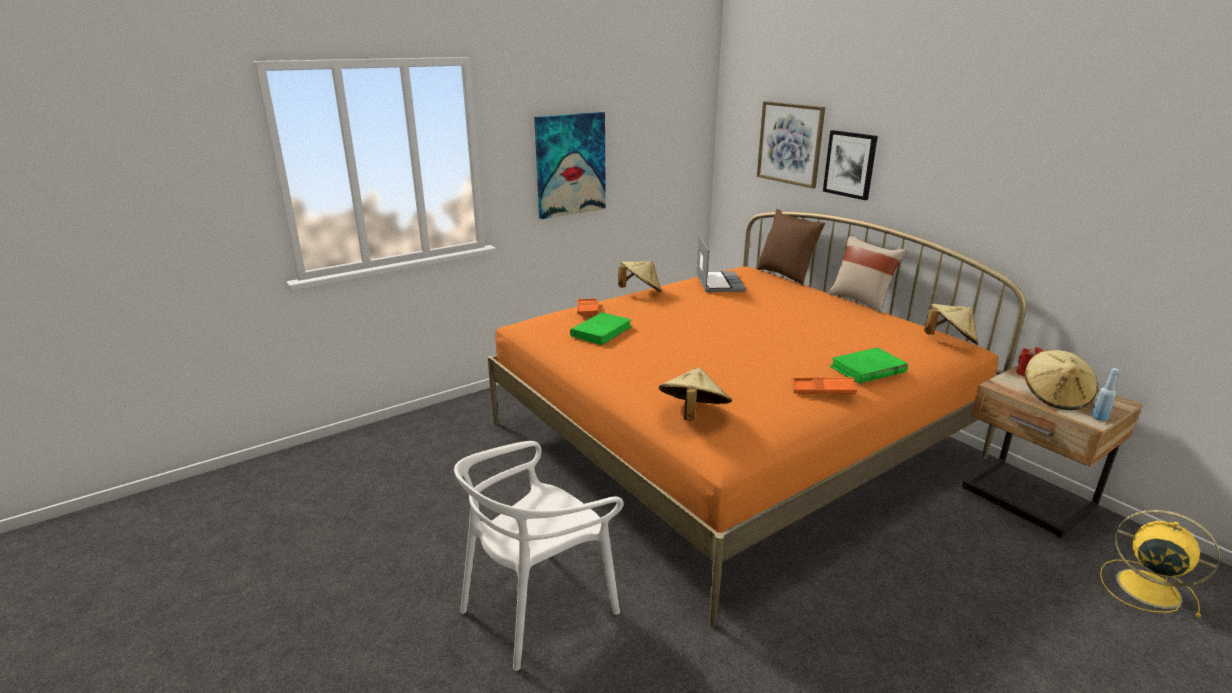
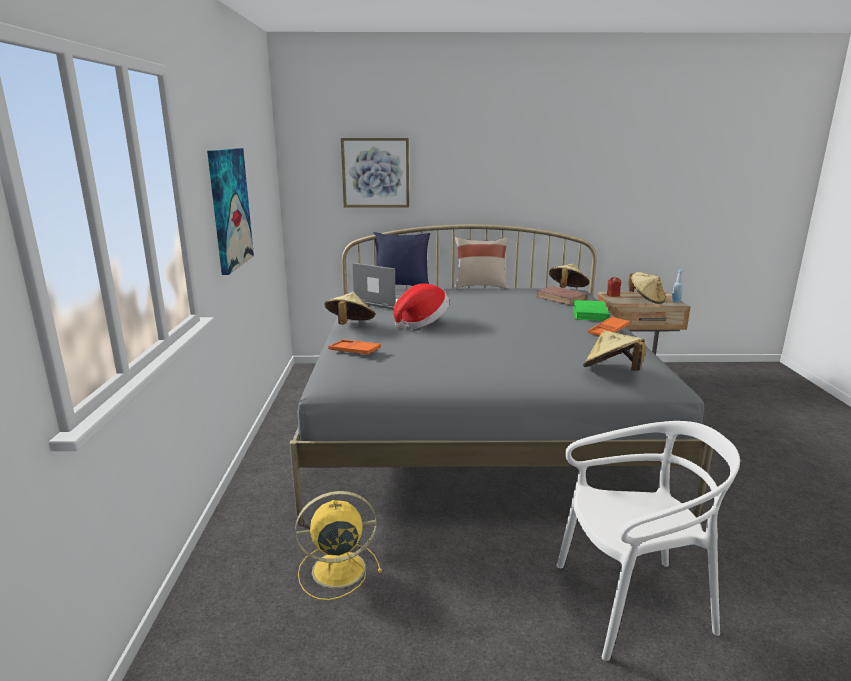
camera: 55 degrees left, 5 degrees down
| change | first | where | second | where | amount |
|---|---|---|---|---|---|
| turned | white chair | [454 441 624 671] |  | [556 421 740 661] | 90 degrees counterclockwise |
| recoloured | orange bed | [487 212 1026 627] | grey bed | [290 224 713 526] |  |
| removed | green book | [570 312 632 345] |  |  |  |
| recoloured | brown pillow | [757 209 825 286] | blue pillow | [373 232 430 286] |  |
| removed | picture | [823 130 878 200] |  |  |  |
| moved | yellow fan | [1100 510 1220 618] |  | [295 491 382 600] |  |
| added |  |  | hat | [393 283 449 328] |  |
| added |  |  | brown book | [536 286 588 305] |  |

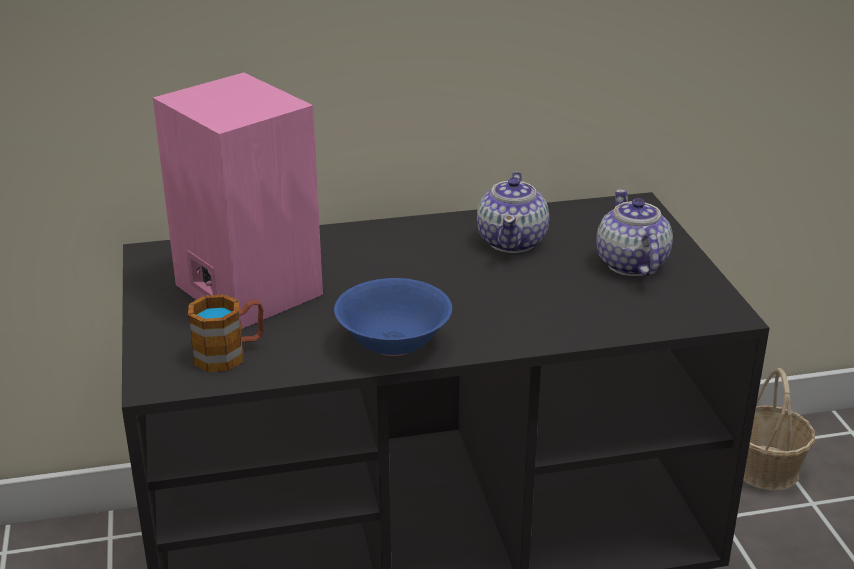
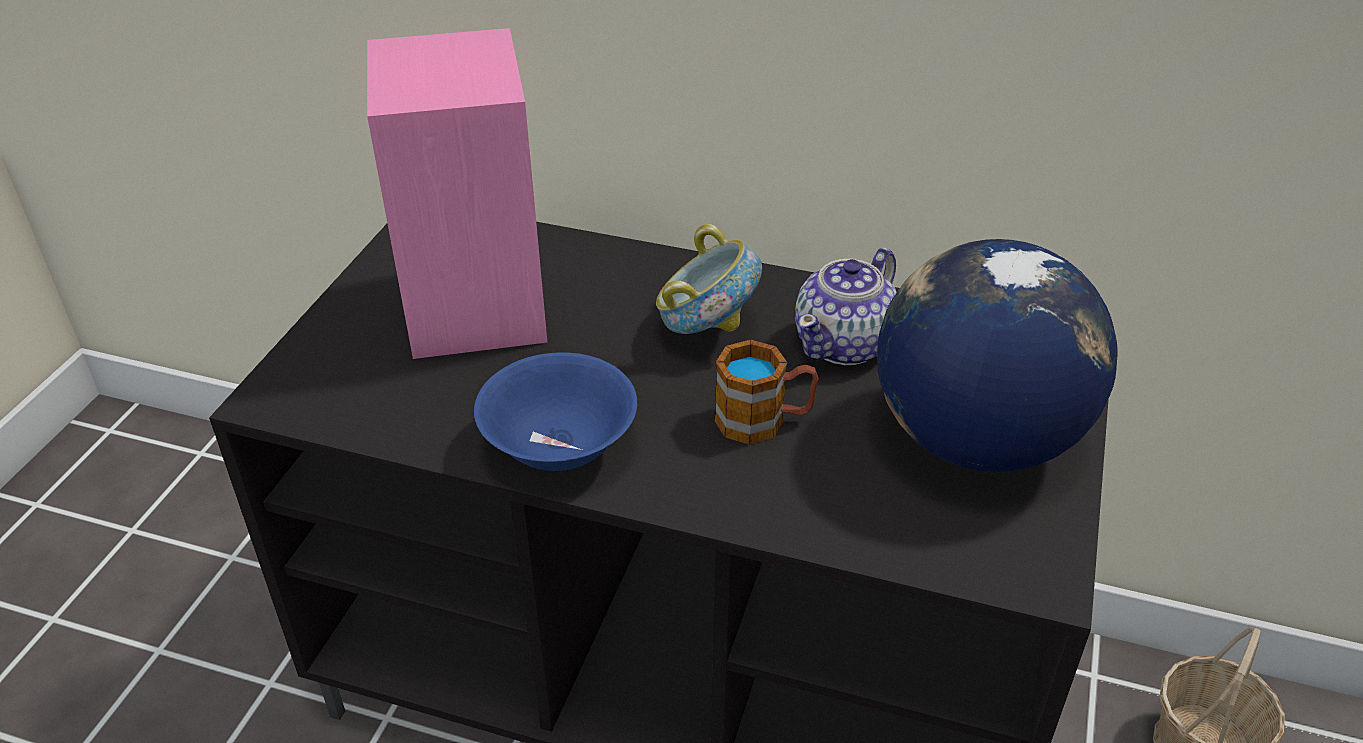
camera: 30 degrees right, 10 degrees up
| change | first | where | second | where | amount |
|---|---|---|---|---|---|
| moved | mug | [188 294 263 372] |  | [714 340 819 445] |  |
| replaced | teapot | [596 189 673 276] | globe | [877 239 1118 472] |  |
| added |  |  | bowl | [656 224 762 334] |  |

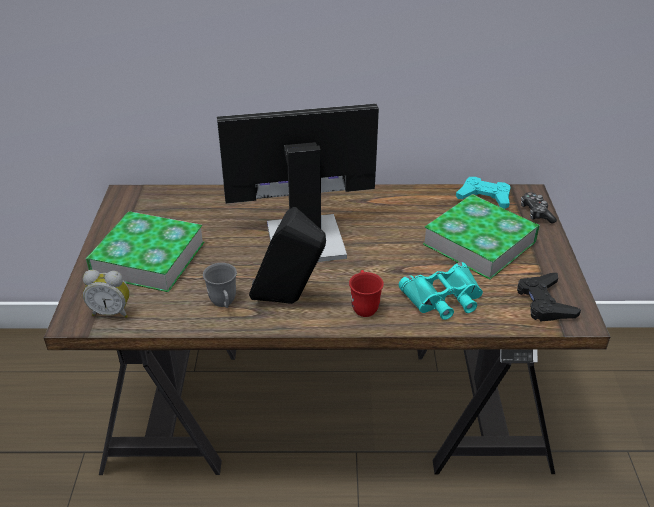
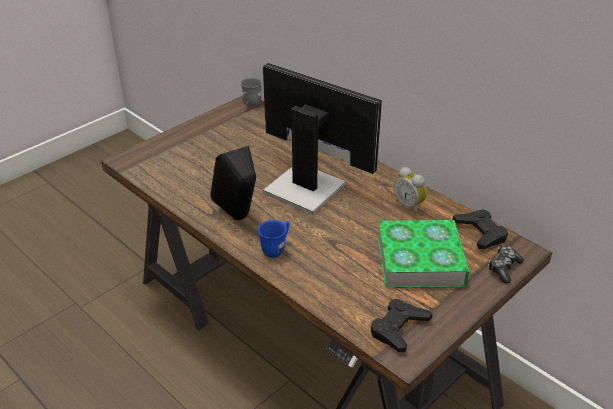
camera: 45 degrees right, 0 degrees up
| change | first | where | second | where | amount |
|---|---|---|---|---|---|
| moved | alarm clock | [83 270 130 318] |  | [394 167 427 214] |  |
| removed | book | [86 211 205 292] |  |  |  |
| moved | grey mug | [203 263 237 308] |  | [241 77 262 106] |  |
| recoloured | red mug | [349 270 384 317] | blue mug | [258 220 289 258] |  |
| removed | turquoise binoculars | [399 262 483 320] |  |  |  |
| recoloured | turquoise game controller | [456 177 511 209] | black game controller | [453 209 508 249] |  |

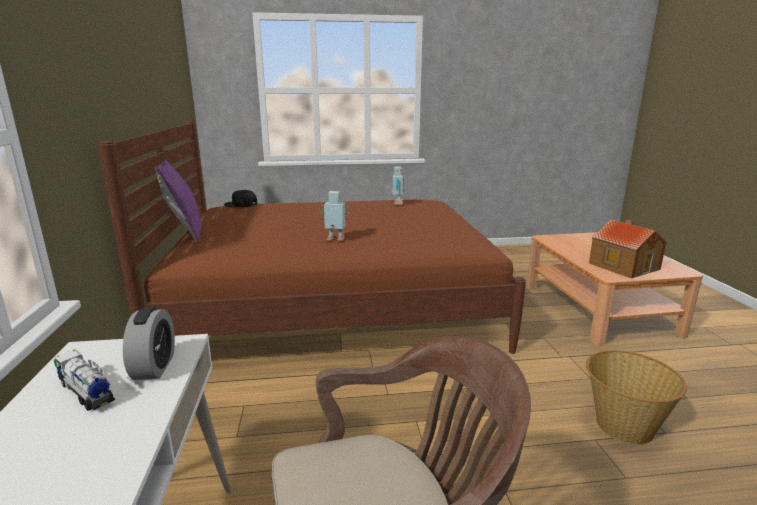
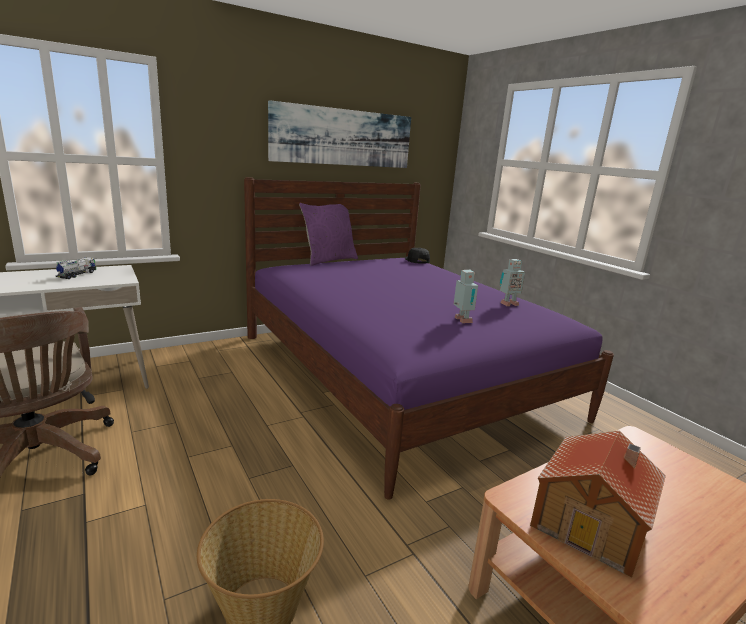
camera: 65 degrees right, 0 degrees up
| change | first | where | second | where | amount |
|---|---|---|---|---|---|
| recoloured | brown bed | [98 121 526 354] | purple bed | [244 177 614 500] |  |
| removed | alarm clock | [123 307 175 380] |  |  |  |
| moved | toy robot | [321 191 350 241] |  | [454 270 478 323] |  |
| added |  |  | picture | [268 100 411 168] |  |

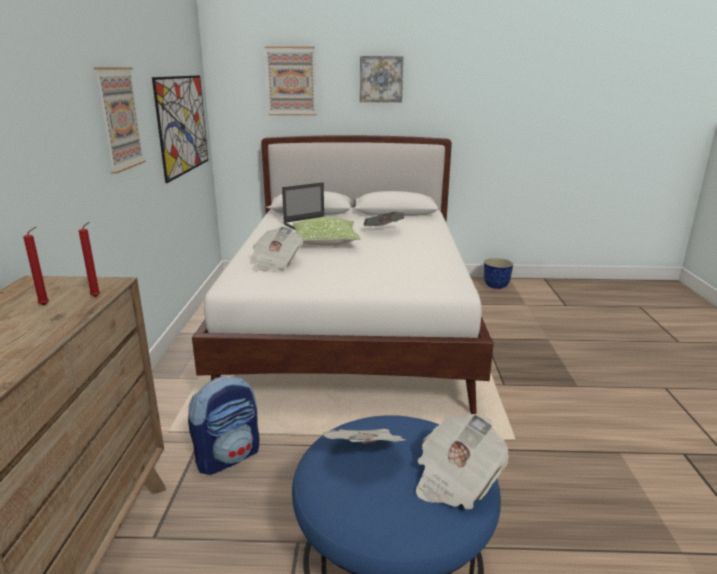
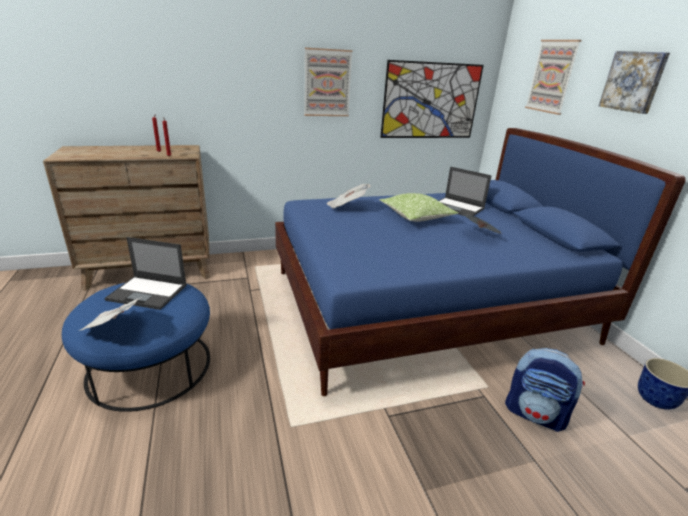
camera: 70 degrees right, 5 degrees up
| change | first | where | second | where | amount |
|---|---|---|---|---|---|
| moved | backpack | [188 376 259 475] |  | [505 348 585 432] |  |
| recoloured | white bed | [192 135 494 414] | blue bed | [275 128 686 396] |  |
| replaced | newspaper | [322 429 406 444] | laptop | [104 237 187 310] |  |

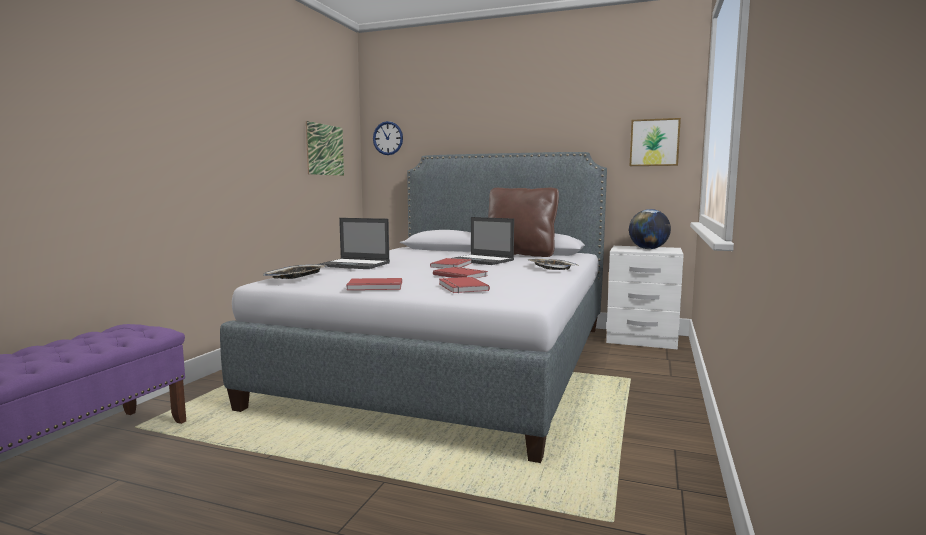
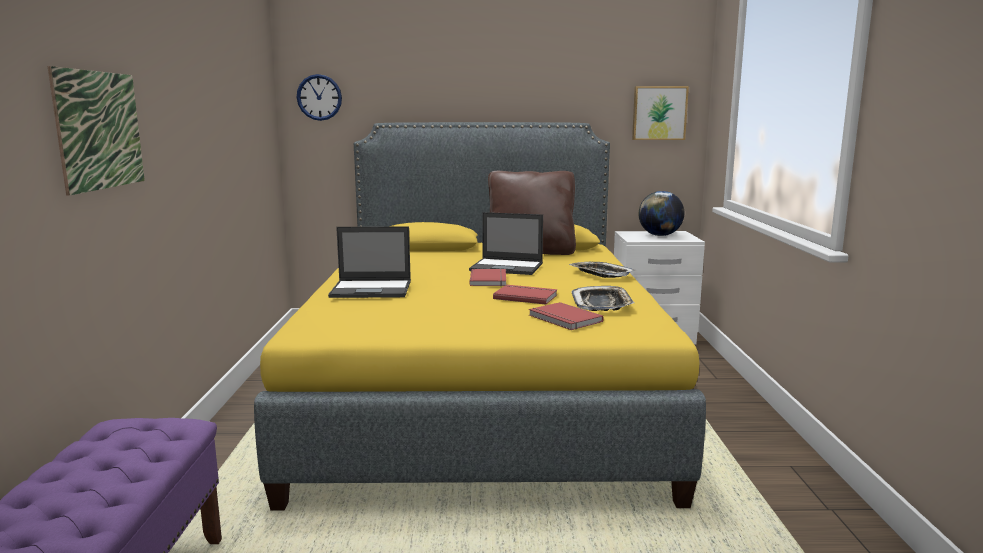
camera: 20 degrees left, 5 degrees up
| change | first | where | second | where | amount |
|---|---|---|---|---|---|
| recoloured | grey bed | [220 152 607 463] | yellow bed | [254 122 706 511] |  |
| moved | tray | [263 264 328 279] |  | [572 286 634 311] |  |
| moved | picture | [306 121 344 176] |  | [47 66 145 196] |  |
| removed | red book | [347 278 402 290] |  |  |  |

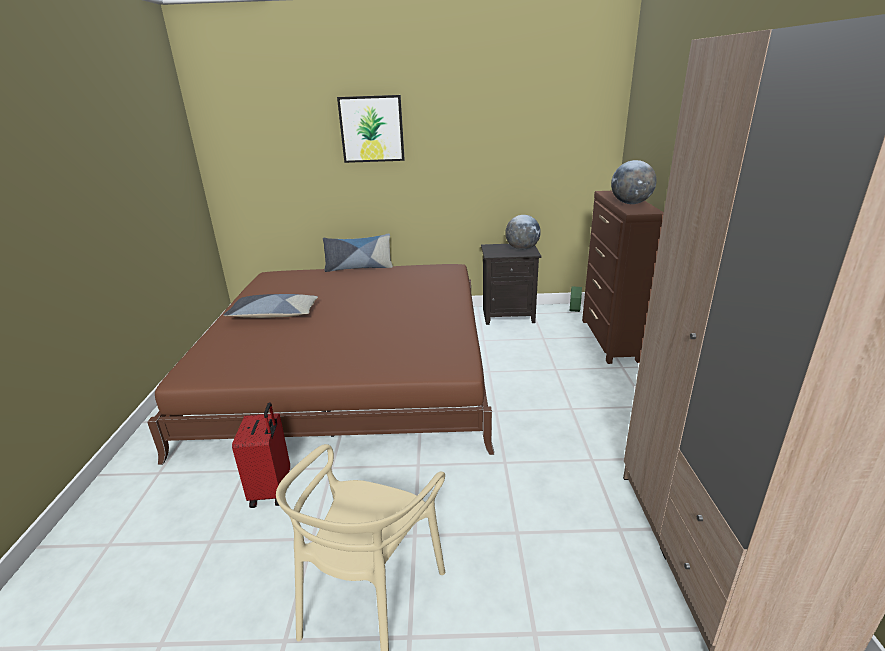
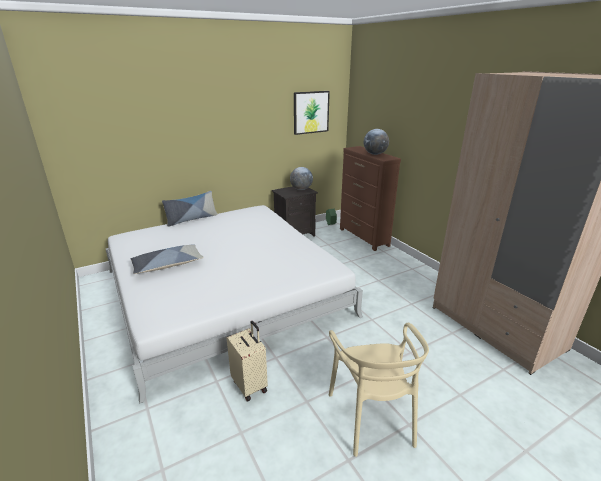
camera: 30 degrees left, 0 degrees up
| change | first | where | second | where | amount |
|---|---|---|---|---|---|
| recoloured | brown bed | [147 264 494 465] | white bed | [106 205 363 403] |  |
| recoloured | red suitcase | [232 402 290 508] | beige suitcase | [227 321 268 401] |  |
| moved | picture | [337 95 405 163] |  | [294 91 330 135] |  |

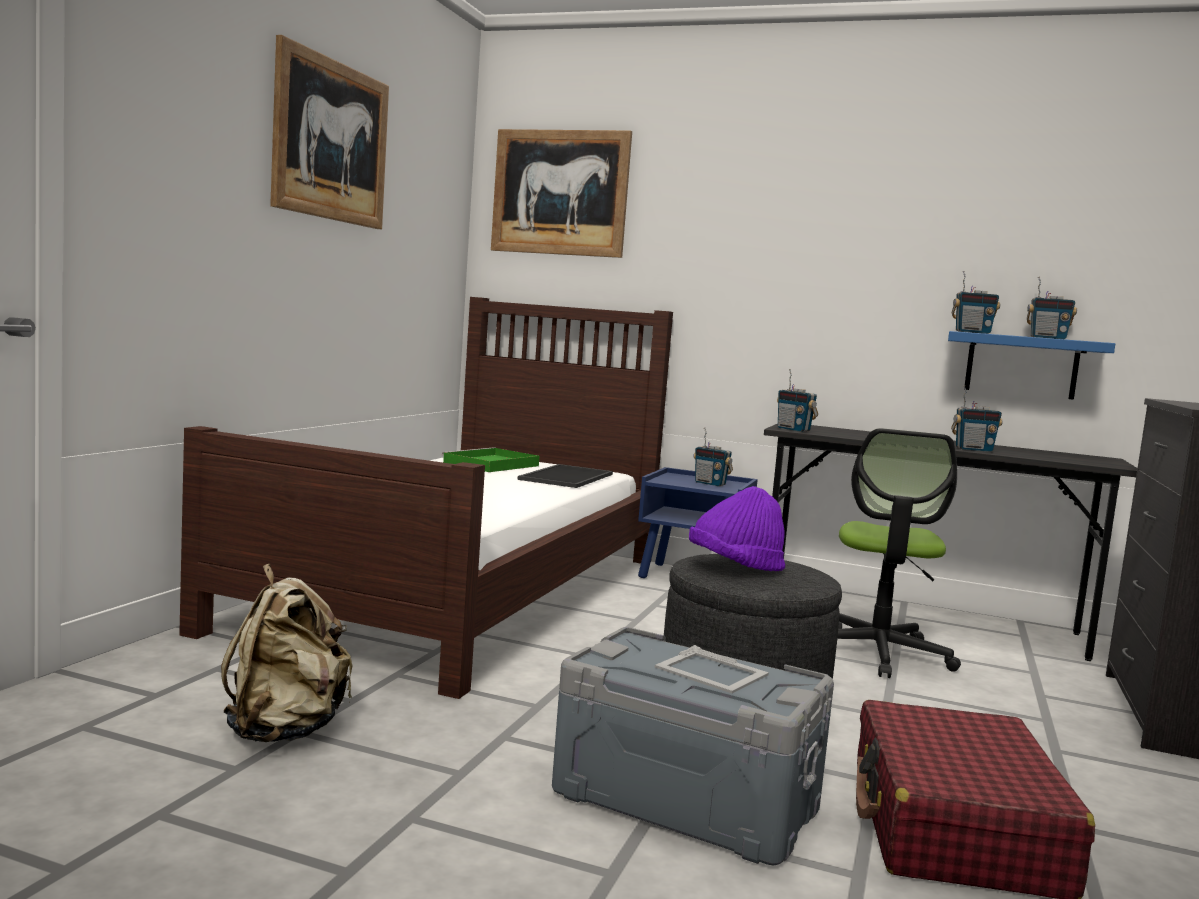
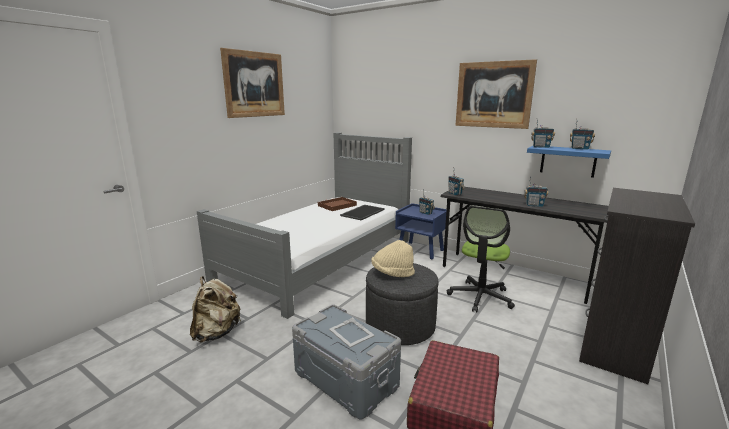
camera: 15 degrees right, 10 degrees up
| change | first | where | second | where | amount |
|---|---|---|---|---|---|
| recoloured | brown bed | [179 297 673 699] | grey bed | [197 133 412 319] |  |
| recoloured | green tray | [442 447 539 472] | brown tray | [317 197 357 211] |  |
| moved | picture | [491 129 632 258] |  | [455 59 537 129] |  |
| recoloured | purple hat | [689 486 785 571] | beige hat | [371 240 415 277] |  |

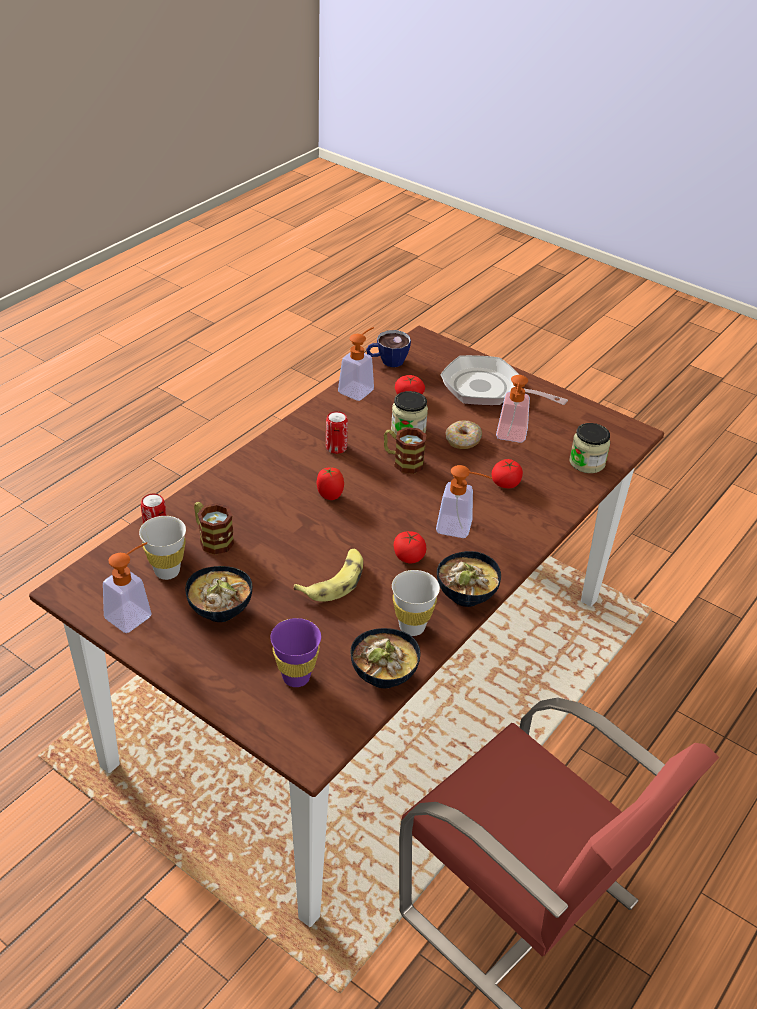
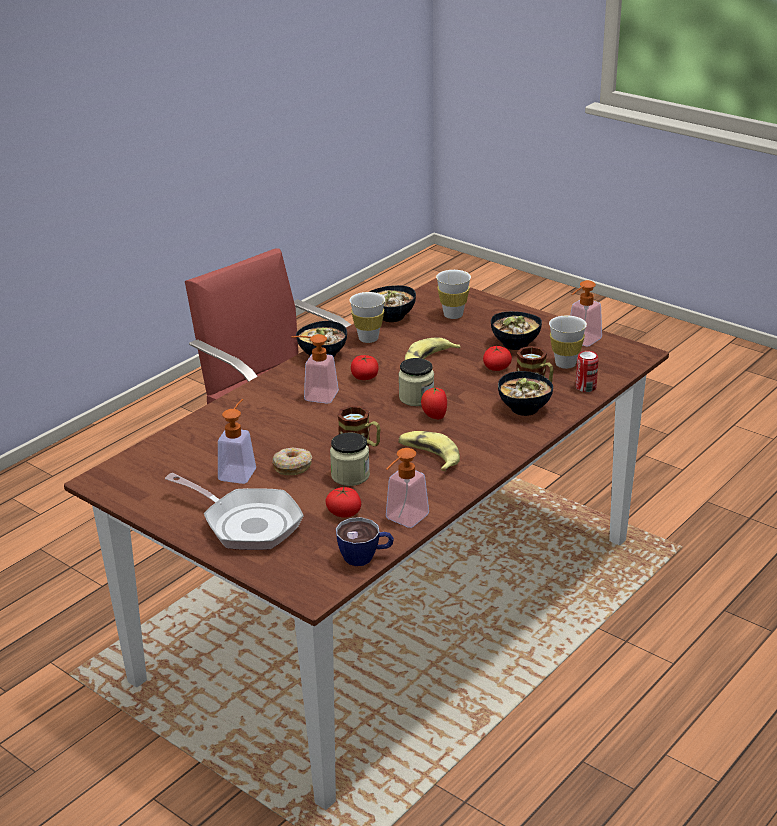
camera: 175 degrees left, 10 degrees down
| change | first | where | second | where | amount |
|---|---|---|---|---|---|
| recoloured | purple cup | [270 618 321 687] | white cup | [436 270 471 319] |  |
| replaced | can | [326 411 348 454] | banana | [398 431 460 471] |  |
| moved | tomato | [491 459 523 488] |  | [483 346 512 371] |  |
| moved | jar | [569 423 610 473] |  | [398 358 434 406] |  |
| added |  |  | bowl | [498 371 553 416] |  |

